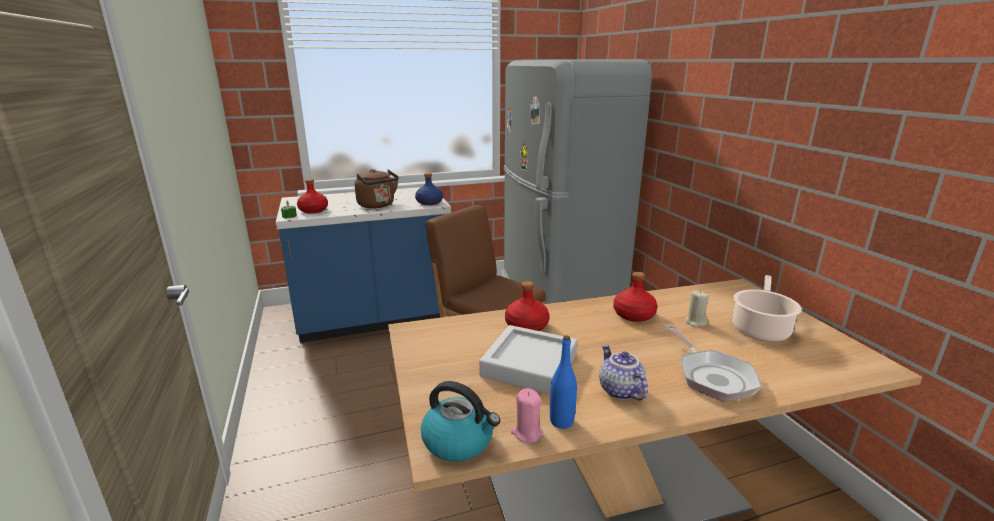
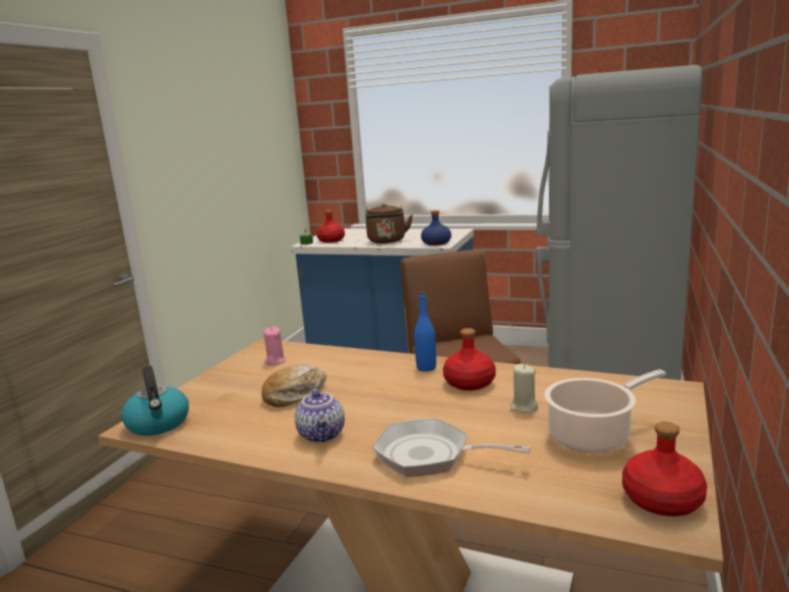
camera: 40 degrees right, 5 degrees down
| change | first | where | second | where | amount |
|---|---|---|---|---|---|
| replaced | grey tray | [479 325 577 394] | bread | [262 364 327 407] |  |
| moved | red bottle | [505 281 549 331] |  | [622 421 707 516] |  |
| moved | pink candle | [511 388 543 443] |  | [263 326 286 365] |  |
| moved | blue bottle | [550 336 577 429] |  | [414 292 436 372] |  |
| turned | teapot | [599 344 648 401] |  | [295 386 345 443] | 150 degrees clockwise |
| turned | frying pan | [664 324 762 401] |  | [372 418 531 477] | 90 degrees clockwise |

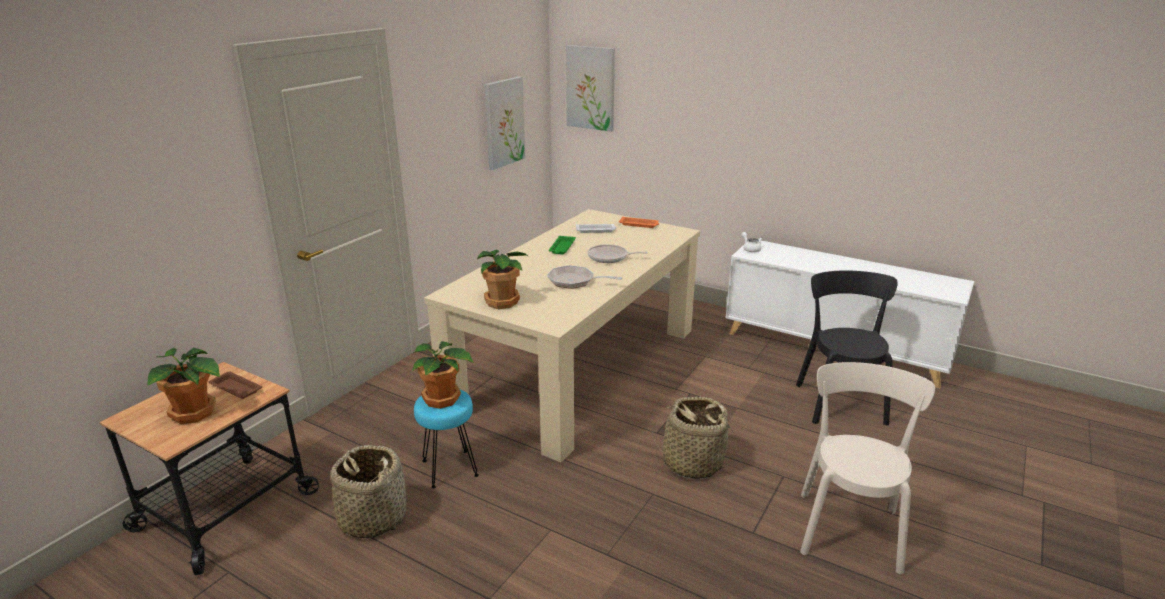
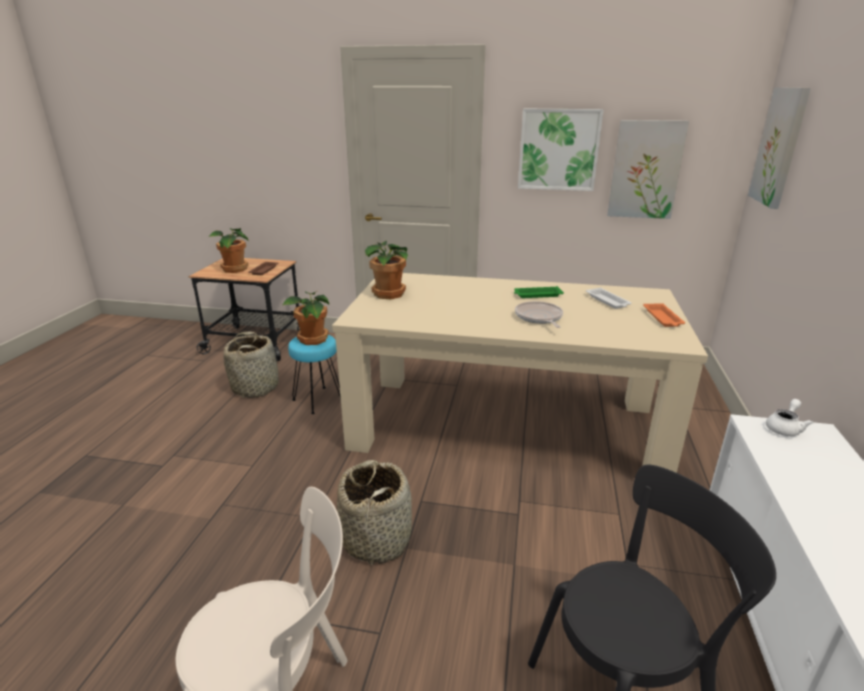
camera: 70 degrees right, 0 degrees up
| change | first | where | second | where | amount |
|---|---|---|---|---|---|
| removed | frying pan | [547 265 623 289] |  |  |  |
| added |  |  | picture | [518 109 604 191] |  |

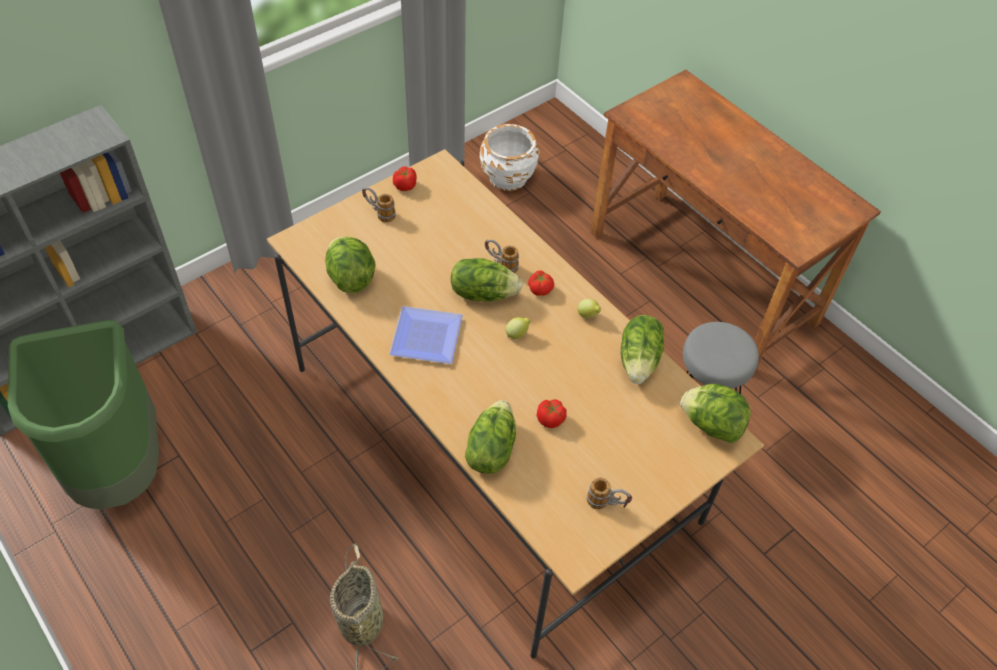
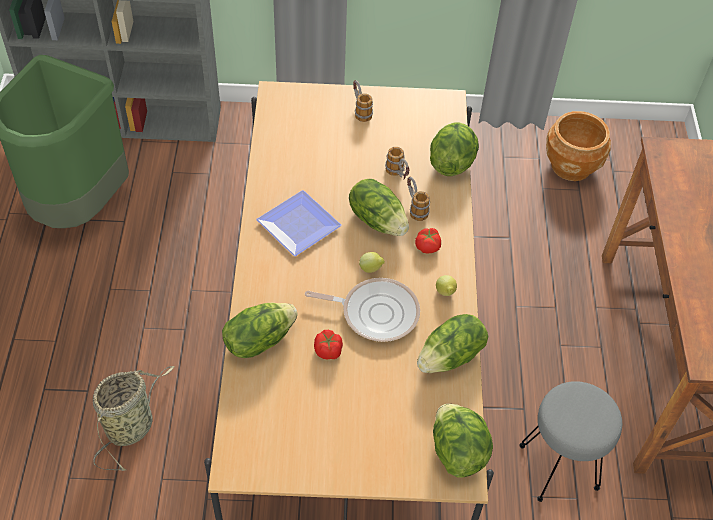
camera: 40 degrees right, 0 degrees up
| change | first | where | second | where | amount |
|---|---|---|---|---|---|
| moved | lettuce | [325 237 376 293] |  | [430 122 479 176] |  |
| removed | tomato | [393 166 417 191] |  |  |  |
| recoloured | white planter | [480 124 539 191] | brown planter | [546 111 611 181] |  |
| moved | mug | [587 478 632 509] |  | [385 147 410 179] |  |
| added |  |  | frying pan | [305 278 420 342] |  |

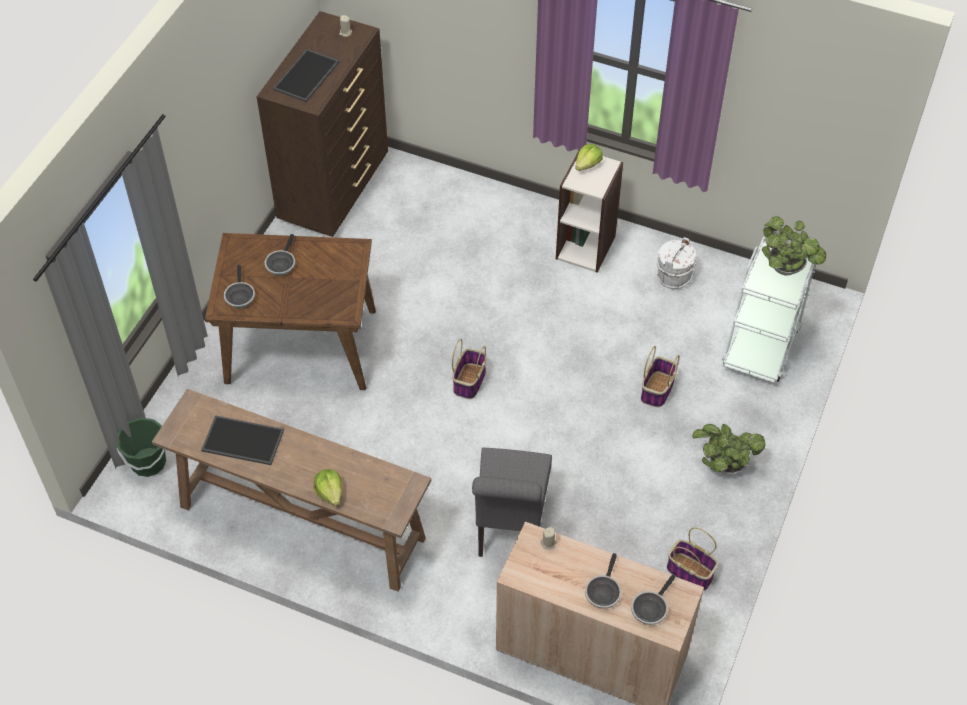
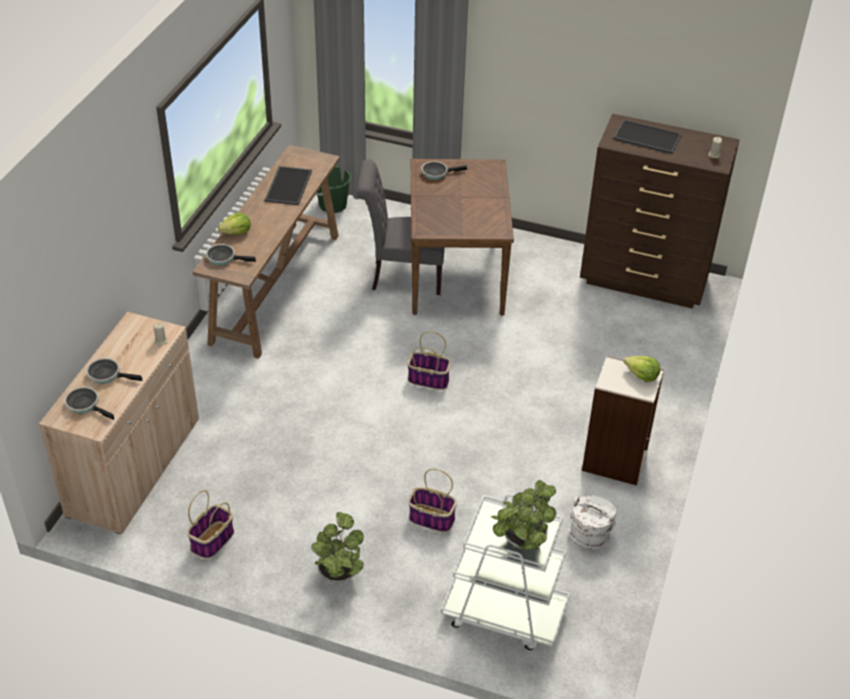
camera: 85 degrees right, 10 degrees down
| change | first | where | second | where | amount |
|---|---|---|---|---|---|
| moved | frying pan | [265 234 295 276] |  | [206 244 256 265] |  |
| moved | grey chair | [472 448 552 557] |  | [356 160 445 295] |  |

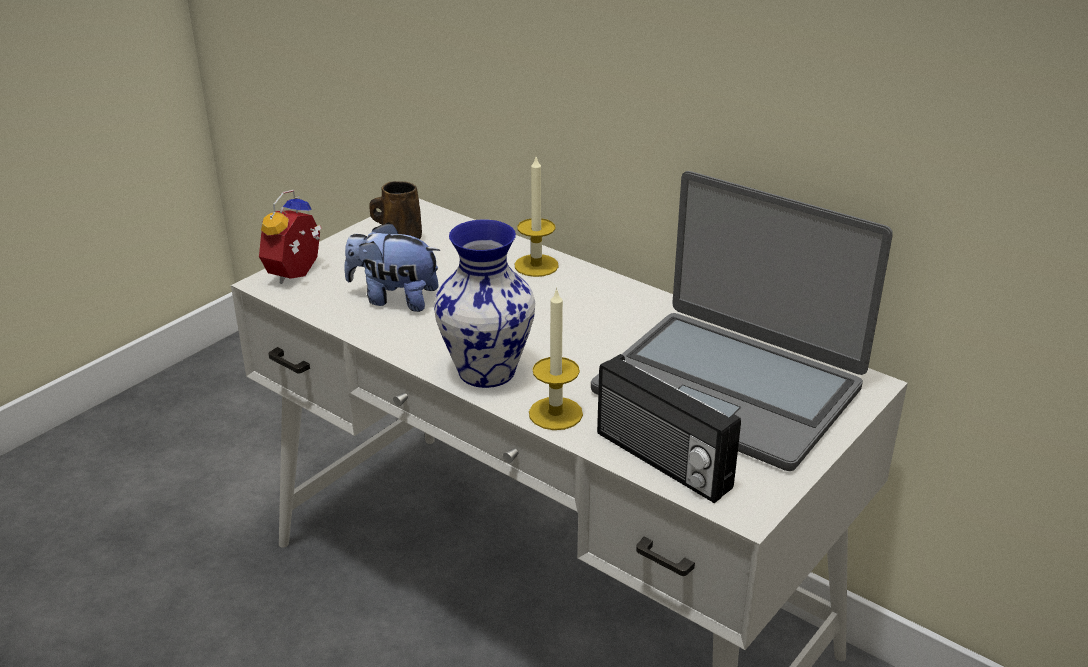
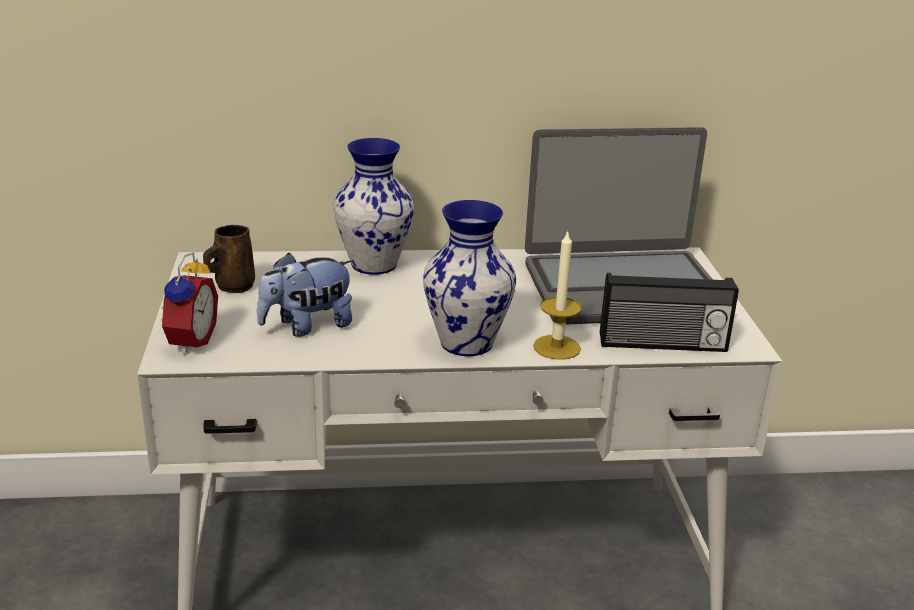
camera: 45 degrees left, 5 degrees down
| change | first | where | second | where | amount |
|---|---|---|---|---|---|
| turned | alarm clock | [259 190 322 284] |  | [160 252 218 355] | 150 degrees counterclockwise |
| replaced | candle | [515 157 559 277] | vase | [333 138 414 275] |  |

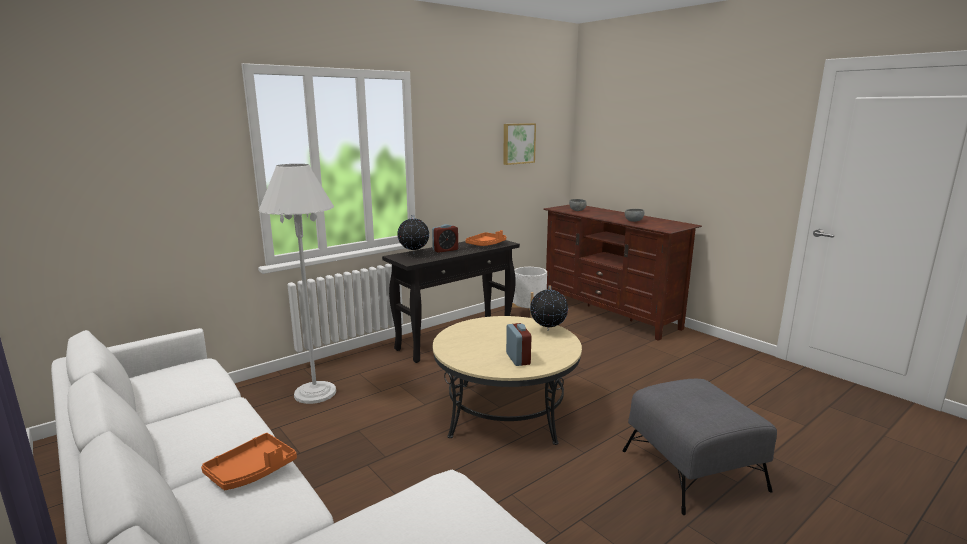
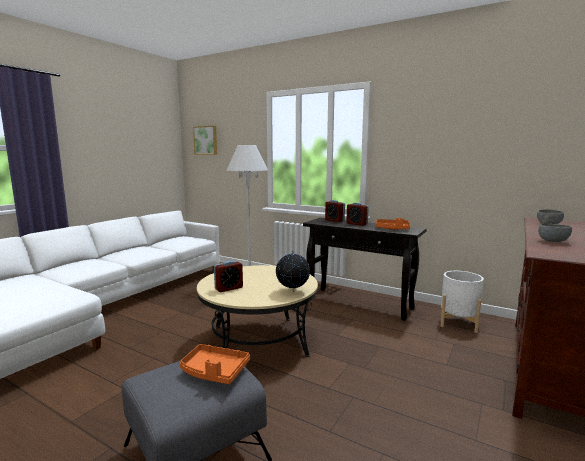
camera: 70 degrees right, 5 degrees down
| change | first | where | second | where | amount |
|---|---|---|---|---|---|
| moved | orange tray | [201 433 297 490] |  | [180 344 250 384] |  |
| replaced | globe | [397 215 429 253] | alarm clock | [325 200 345 222] |  |
| moved | picture | [503 123 536 165] |  | [193 126 217 155] |  |

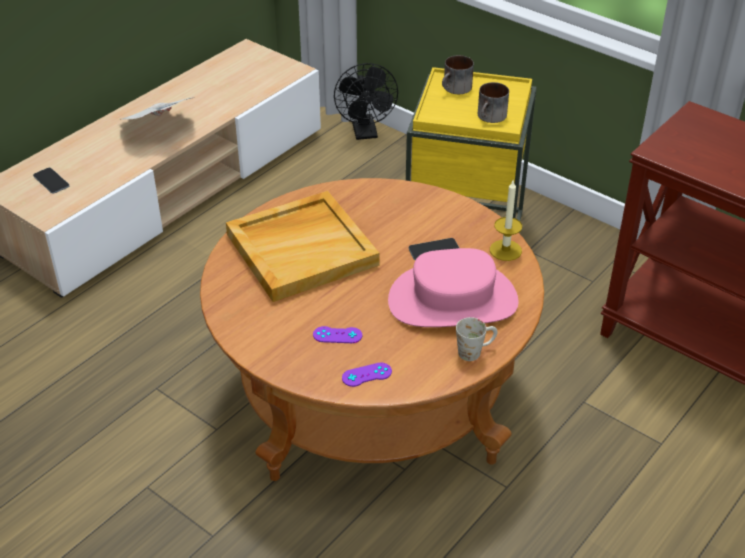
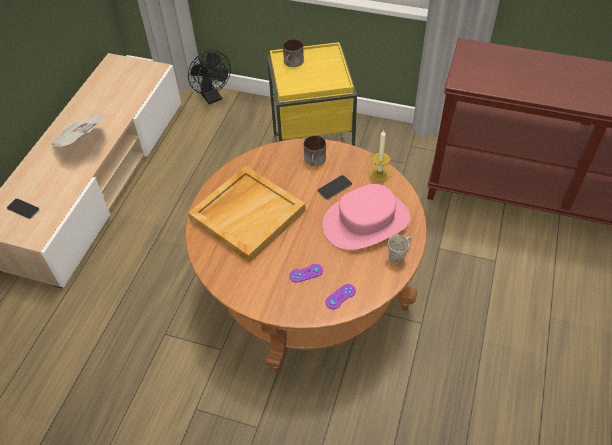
camera: 20 degrees left, 10 degrees up
| change | first | where | second | where | amount |
|---|---|---|---|---|---|
| moved | mug | [478 82 509 123] |  | [304 135 326 166] |  |

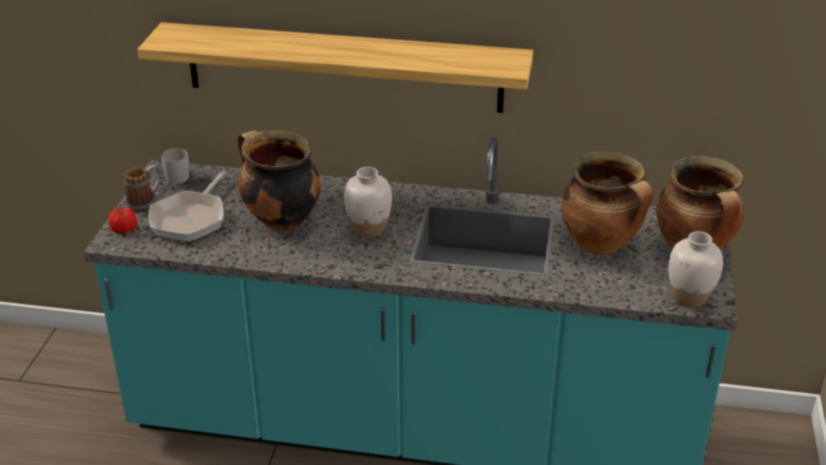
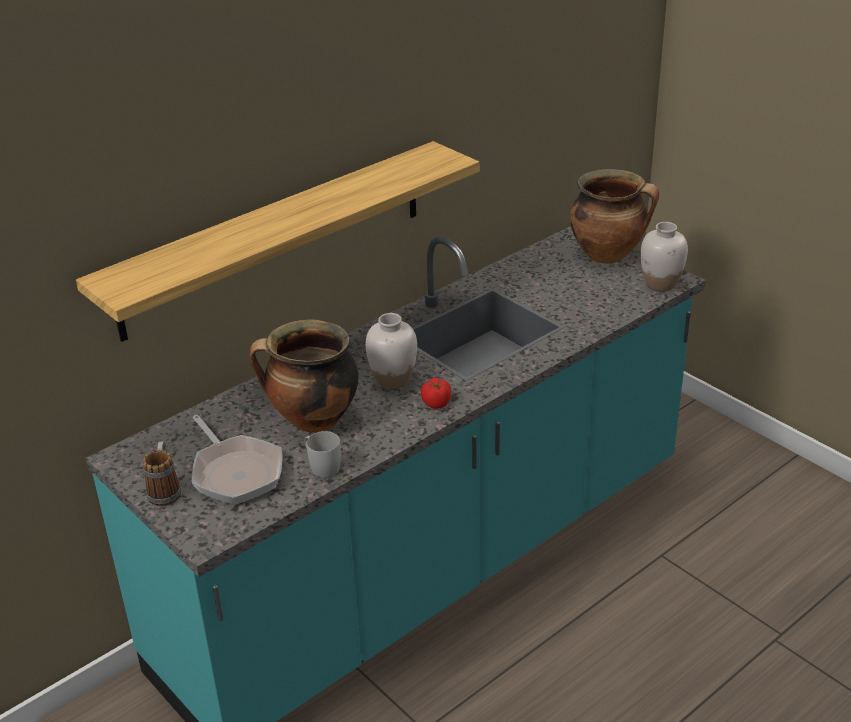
camera: 50 degrees left, 0 degrees up
| change | first | where | second | where | amount |
|---|---|---|---|---|---|
| moved | tomato | [108 207 137 234] |  | [421 378 451 409] |  |
| moved | white mug | [161 148 189 184] |  | [305 431 341 478] |  |
| removed | cooking pot | [561 151 653 255] |  |  |  |

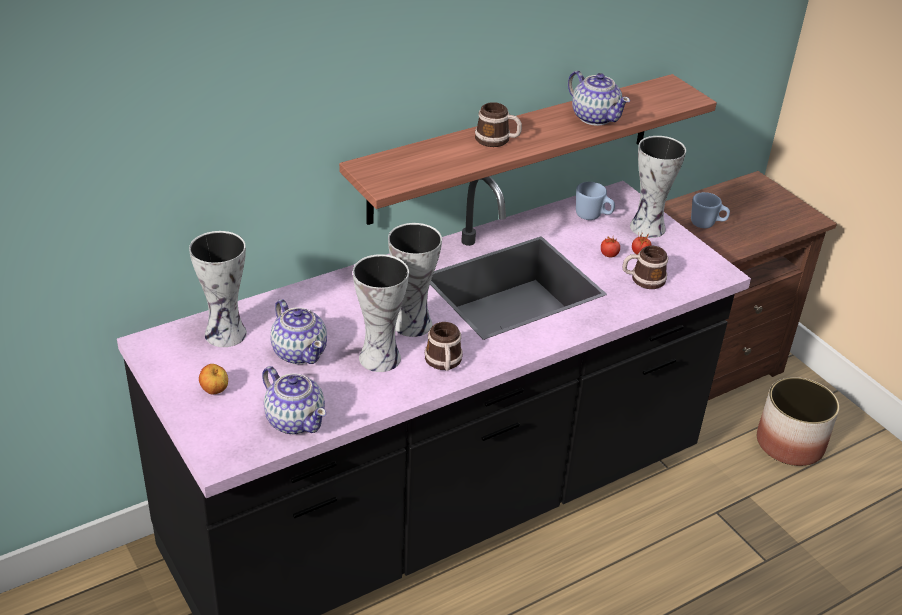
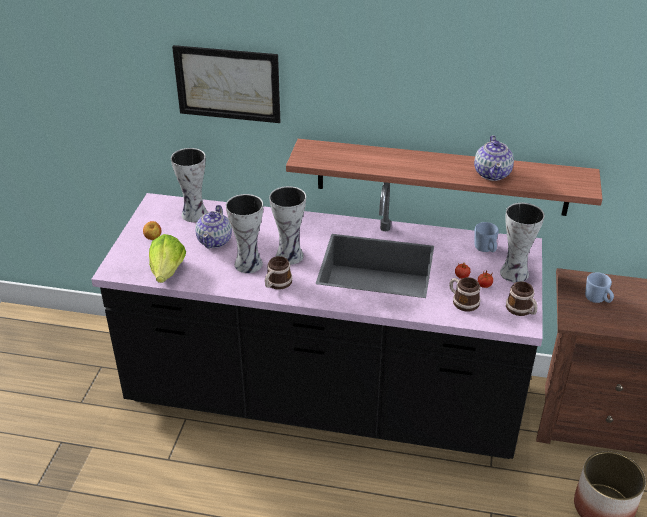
camera: 45 degrees right, 0 degrees up
| change | first | where | second | where | amount |
|---|---|---|---|---|---|
| replaced | teapot | [262 366 326 435] | lettuce | [149 234 186 283] |  |
| moved | mug | [475 102 522 147] |  | [506 282 538 316] |  |
| added |  |  | picture | [172 45 280 123] |  |

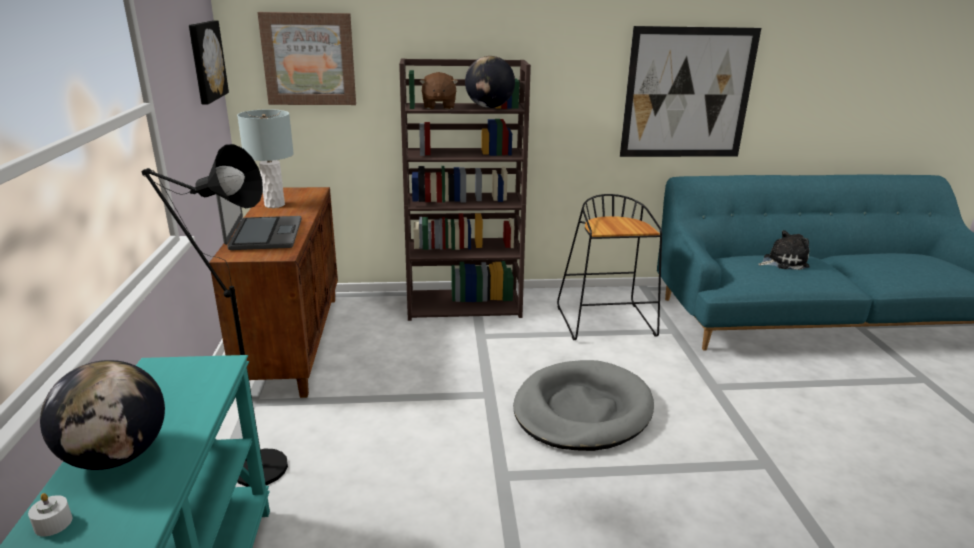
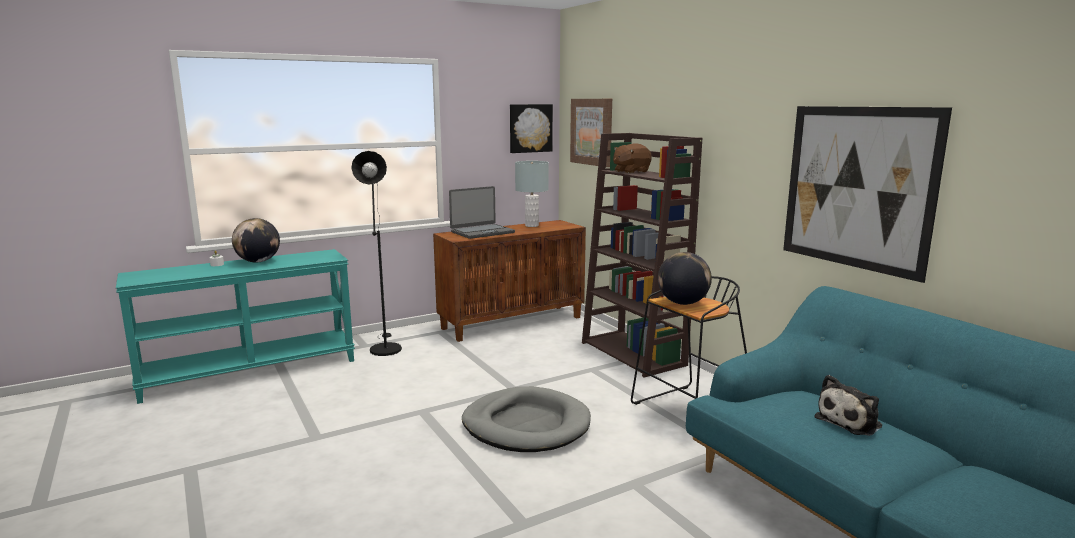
camera: 65 degrees right, 10 degrees down
| change | first | where | second | where | amount |
|---|---|---|---|---|---|
| moved | globe | [465 56 515 108] |  | [658 252 712 305] |  |
| turned | plush toy | [758 230 810 270] |  | [814 375 882 436] | 90 degrees clockwise |

